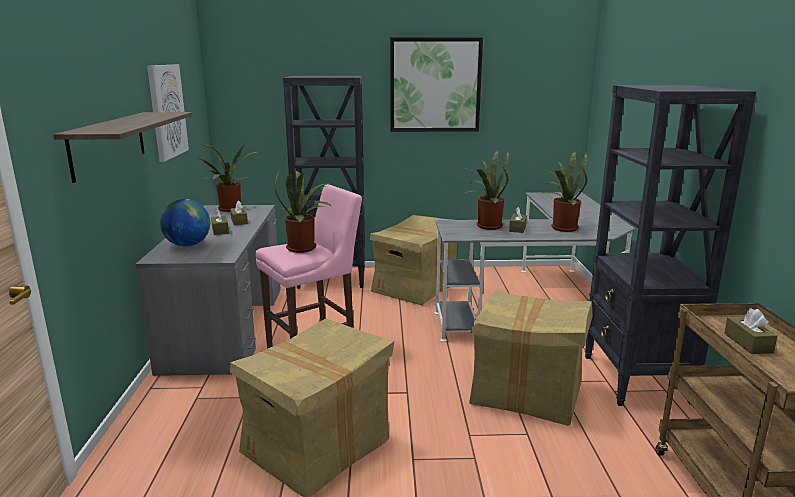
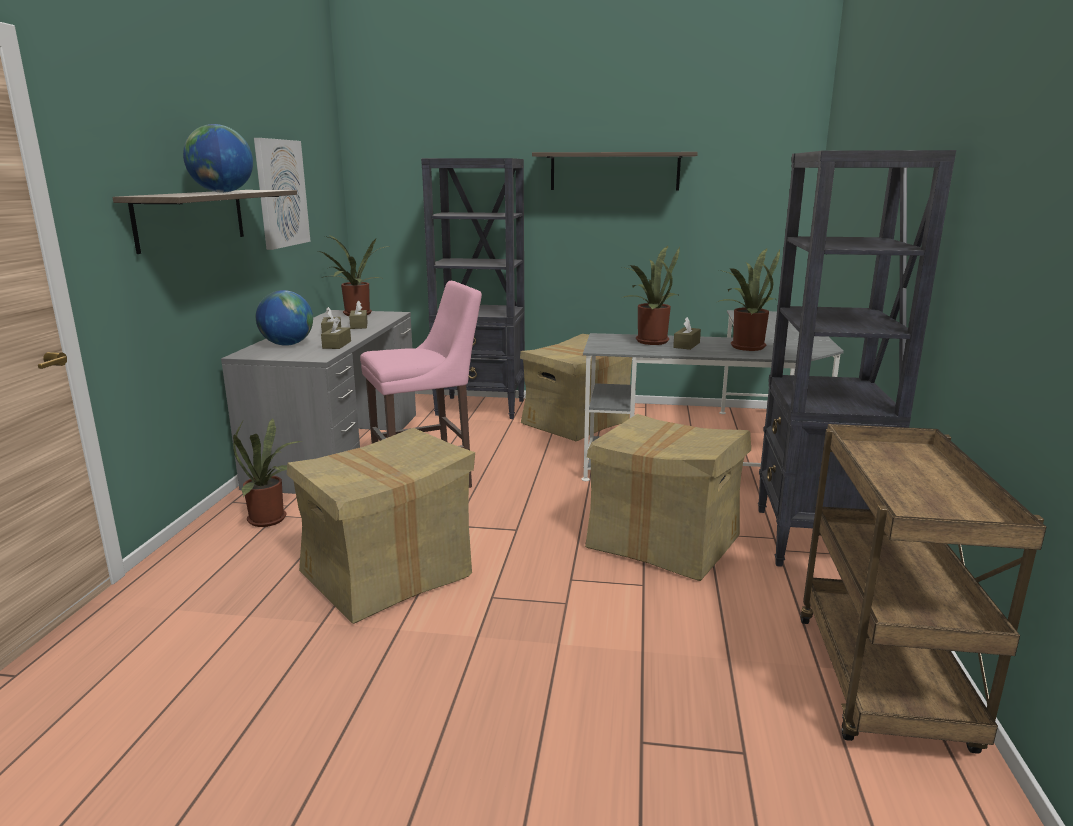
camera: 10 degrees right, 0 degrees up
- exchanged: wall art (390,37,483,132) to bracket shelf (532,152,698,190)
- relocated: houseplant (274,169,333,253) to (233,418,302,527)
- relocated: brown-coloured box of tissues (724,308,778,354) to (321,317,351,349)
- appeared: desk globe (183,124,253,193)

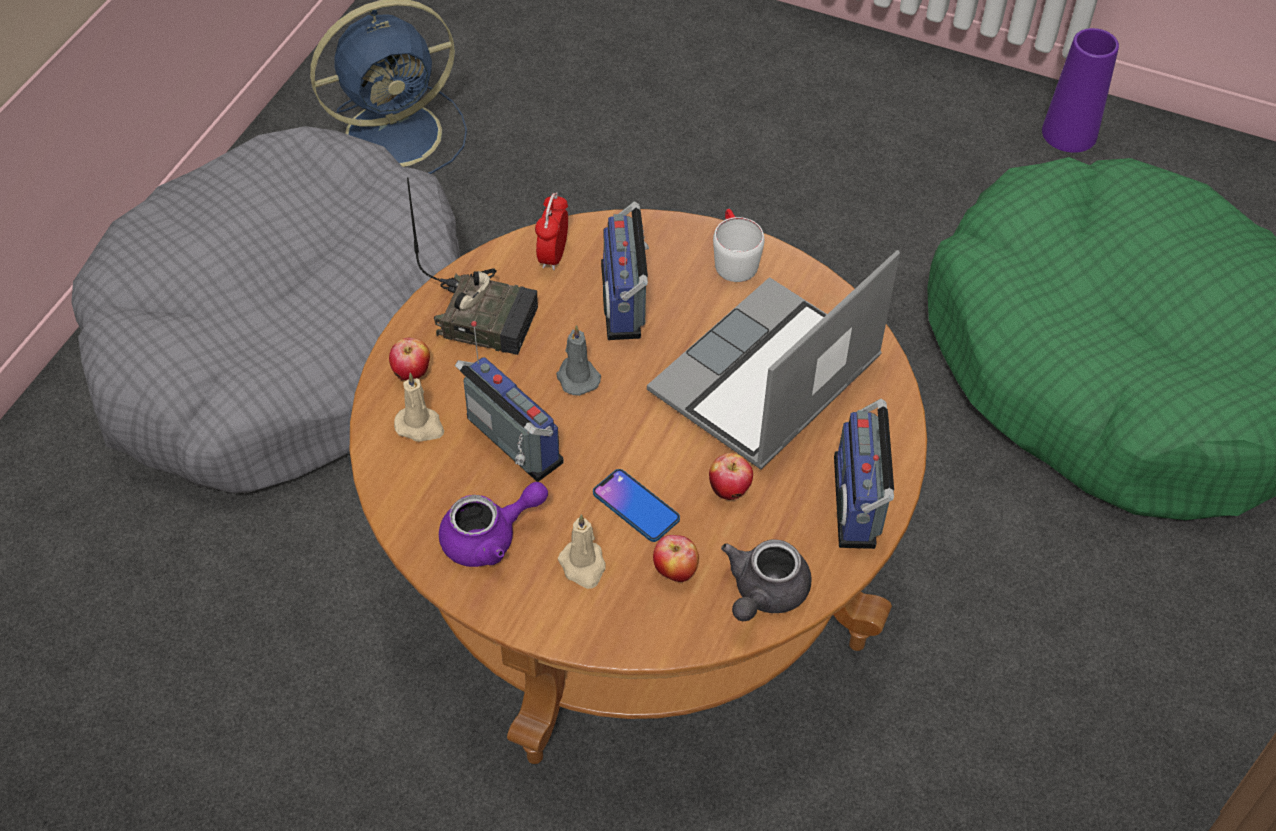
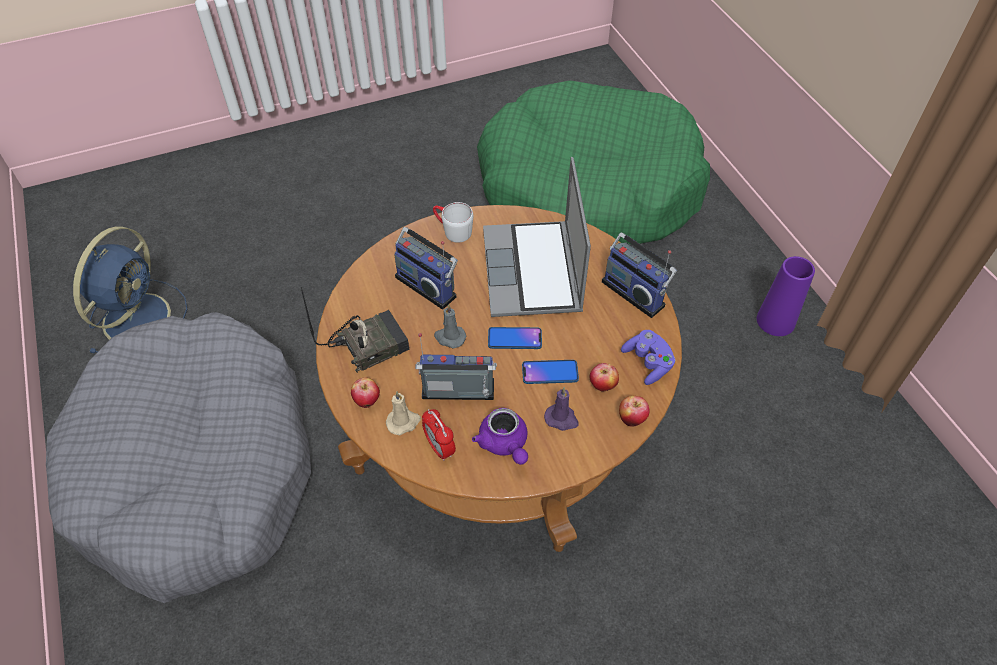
camera: 45 degrees left, 0 degrees up
- relocated: purple-coloured vase (1042,28,1119,153) to (757,256,815,336)
- relocated: bedside clock (535,192,568,270) to (422,409,456,461)
- relocated: apple (709,453,753,500) to (619,396,650,427)
- spun: purple-coloured tea pot (439,482,548,567) = (472,408,528,465) 135 degrees clockwise
- colour: sand-coloured wax candle (558,514,605,589) to purple-coloured wax candle (544,387,579,431)
- exchanged: gray tea pot (721,539,811,621) to purple-coloured gamepad (621,330,675,385)
- appeared: telephone (488,327,542,349)

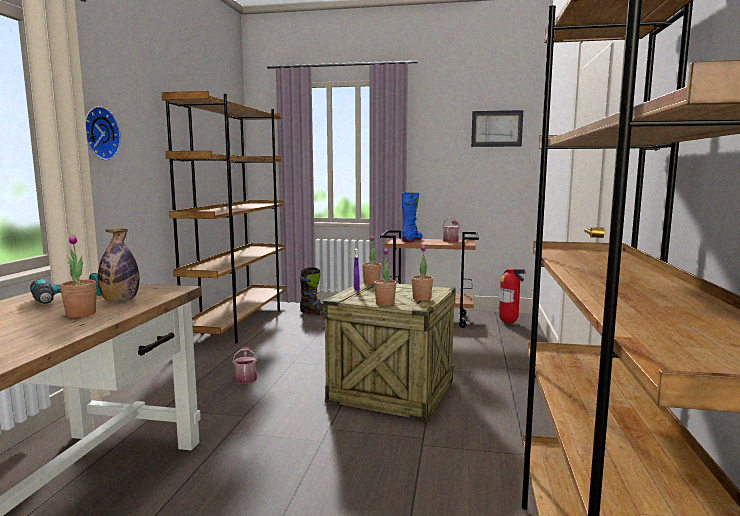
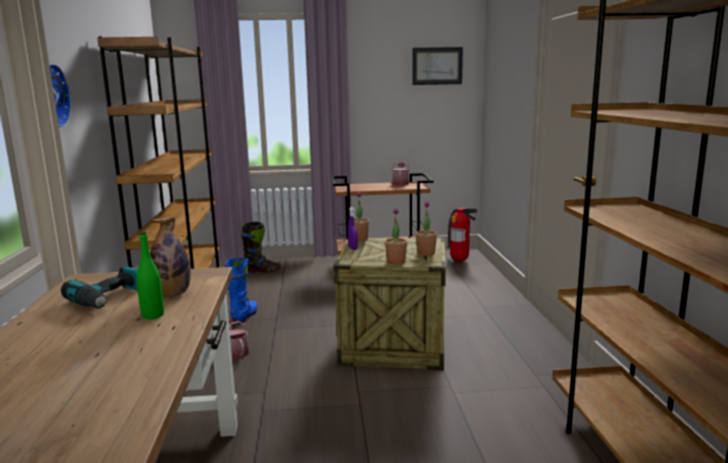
camera: 15 degrees left, 5 degrees up
- relocated: bluish high-top boot (402,192,422,242) to (225,257,258,323)
- exchanged: houseplant (60,234,97,318) to greenish drink bottle (137,232,164,319)

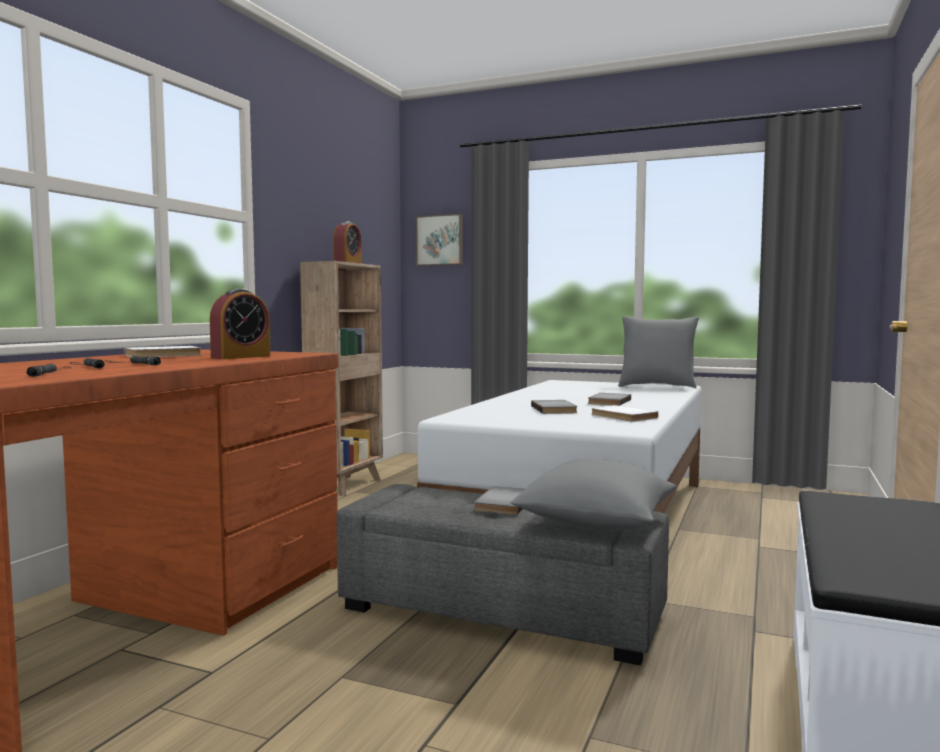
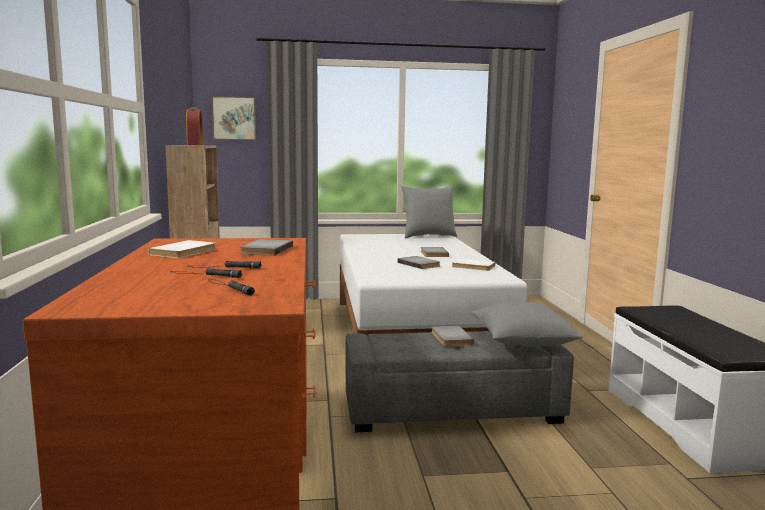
camera: 30 degrees left, 5 degrees up
- exchanged: bedside clock (210,289,271,359) to gray book (240,239,293,256)

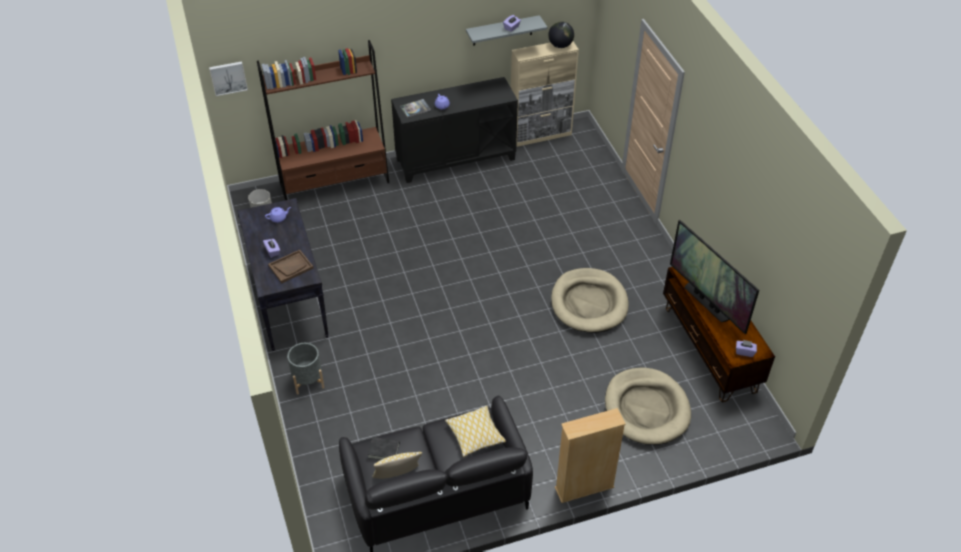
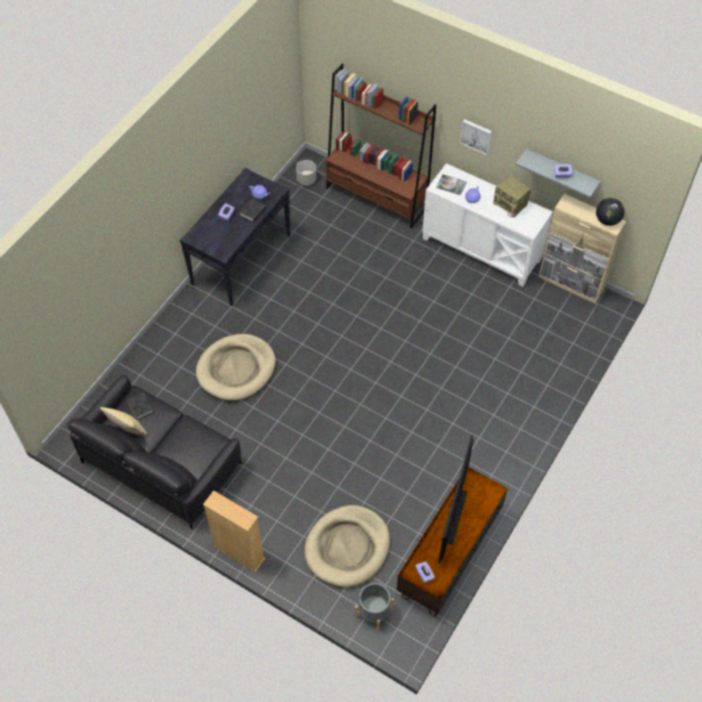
camera: 50 degrees right, 10 degrees up
- relocated: wall art (209,61,248,96) to (460,119,492,155)
- colour: black-coloured storage cabinet (391,77,518,183) to white-coloured storage cabinet (422,163,553,287)
- missing: brown-coloured carrying tray (268,250,314,283)
- relocated: sand-coloured dog cushion (551,268,629,333) to (196,334,276,401)
- relocated: gray plant pot (287,343,325,395) to (355,583,394,631)
- missing: cushion (445,406,506,457)
- appeared: radio (493,175,531,217)
- appeared: black-coloured book (240,198,266,222)

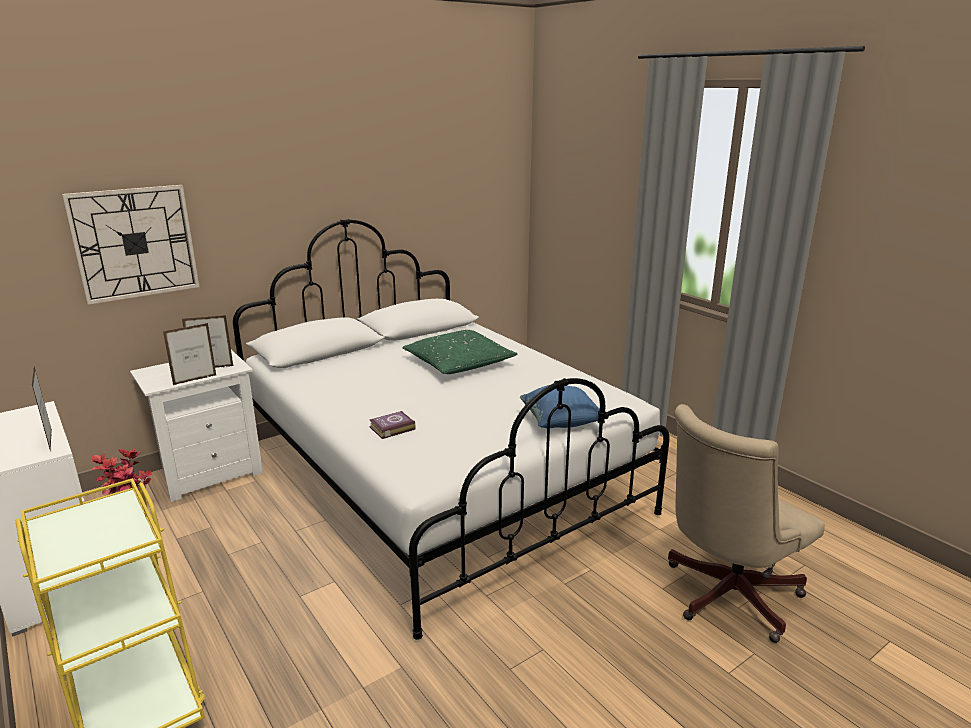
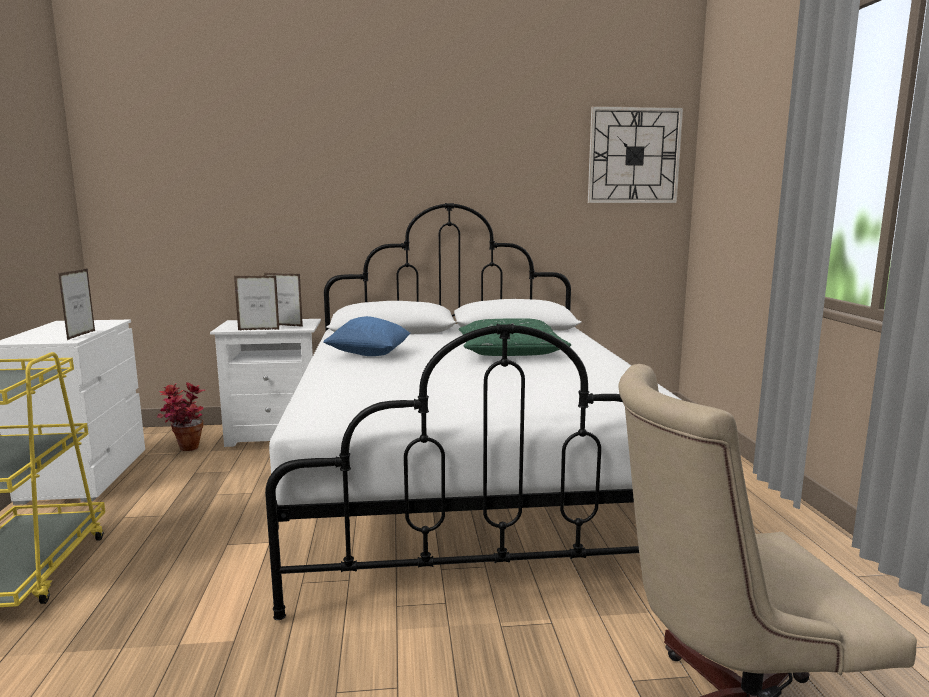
camera: 30 degrees right, 10 degrees down
- relocated: clock on the wall (62,185,199,305) to (588,106,683,203)
- relocated: bluish cushion (520,385,600,428) to (323,316,410,356)
- missing: book (370,411,415,439)

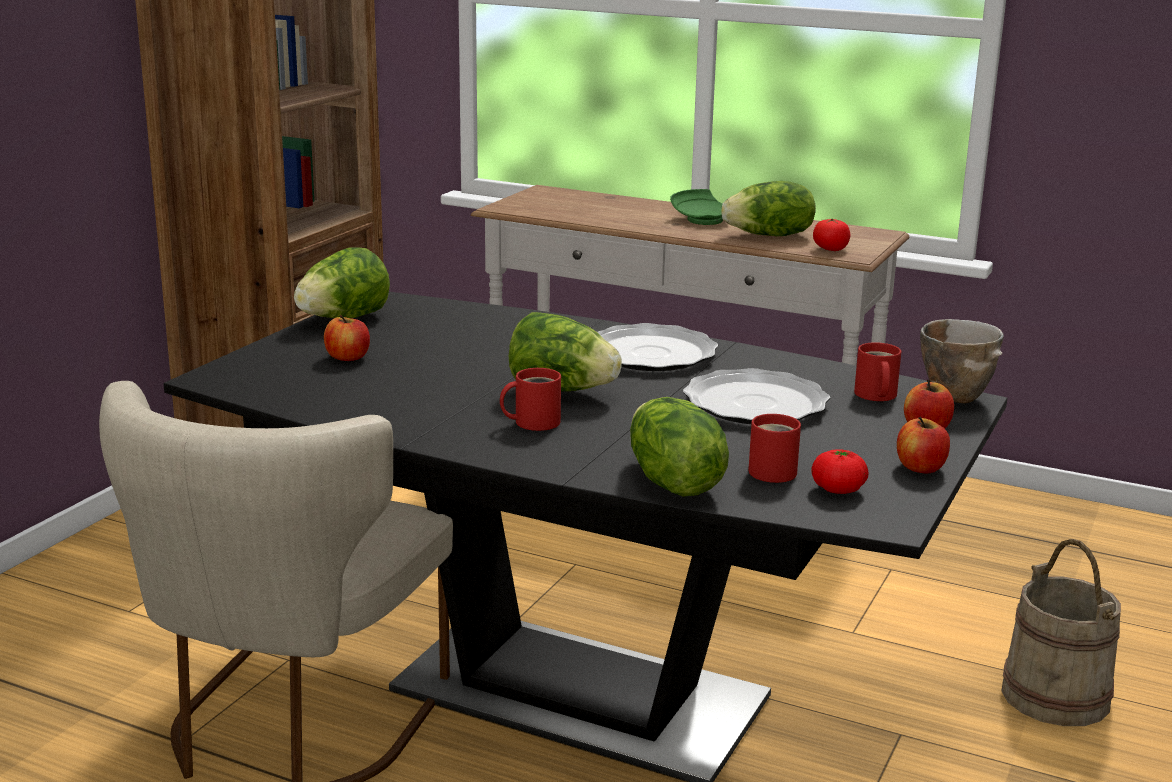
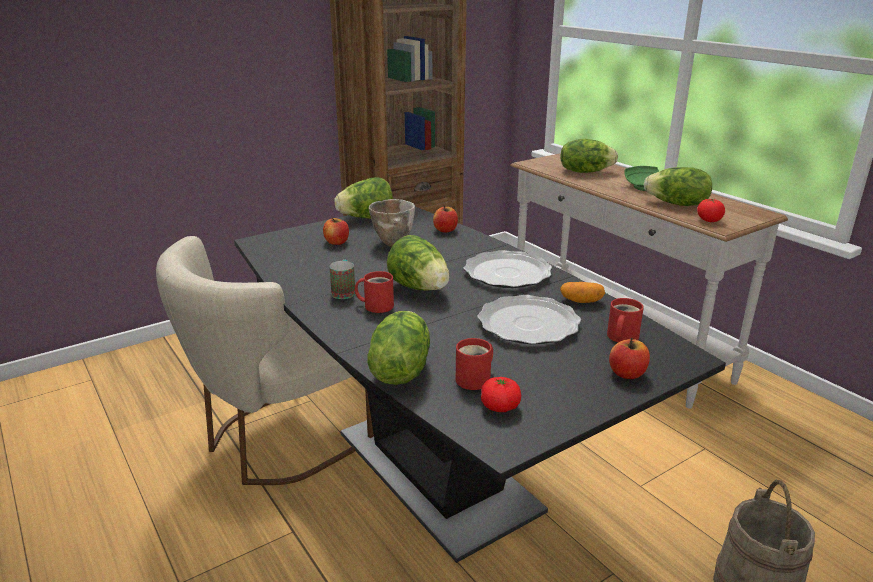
camera: 30 degrees right, 5 degrees up
- relocated: deep dish (920,319,1004,404) to (369,199,415,247)
- relocated: apple (897,417,950,473) to (433,205,458,233)
- appeared: lettuce (561,139,618,173)
- appeared: coffee mug (329,260,355,299)
- appeared: spud (560,282,605,303)

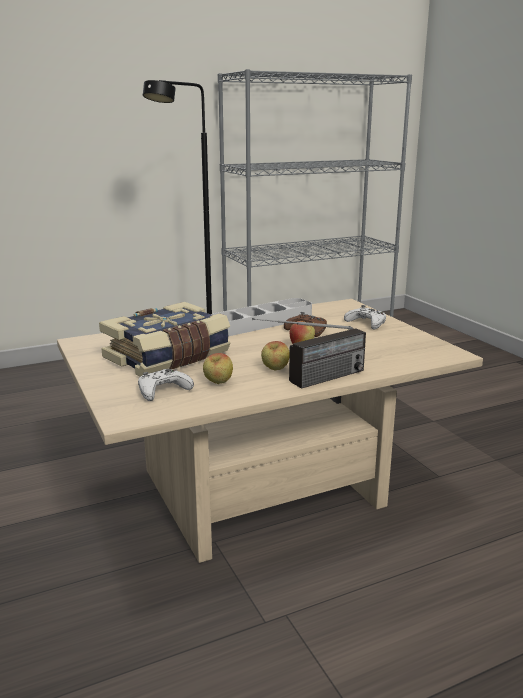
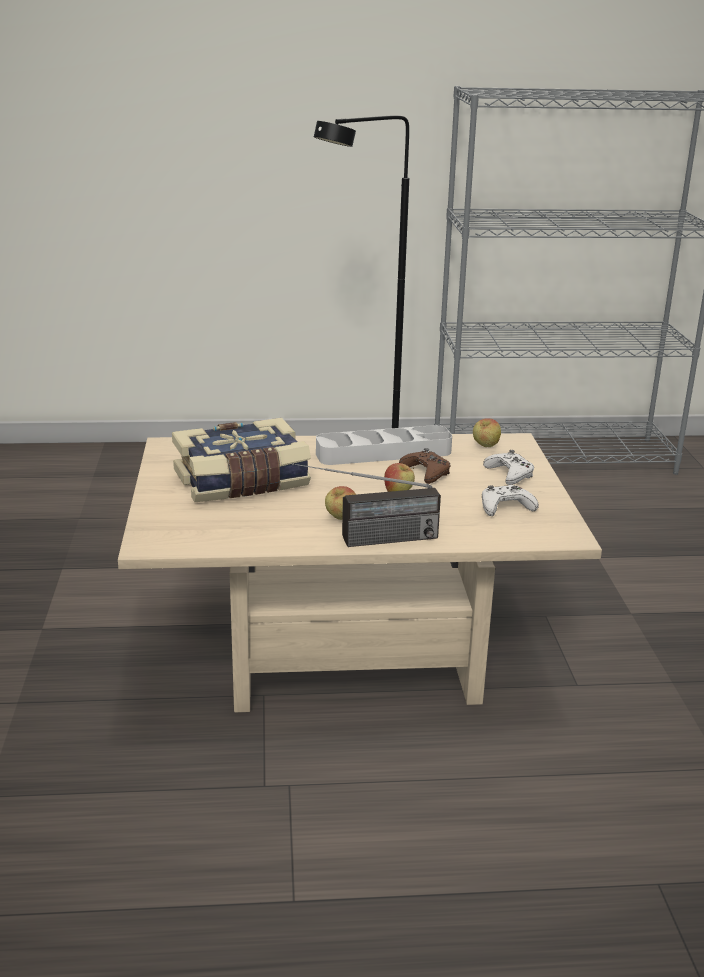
camera: 20 degrees right, 5 degrees up
- relocated: apple (203,353,233,384) to (473,418,501,447)
- relocated: white-coloured gamepad (138,369,194,401) to (482,485,539,516)

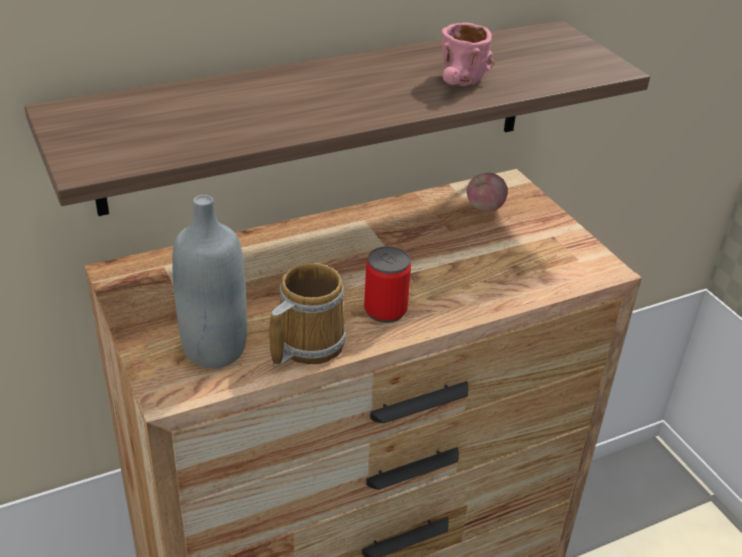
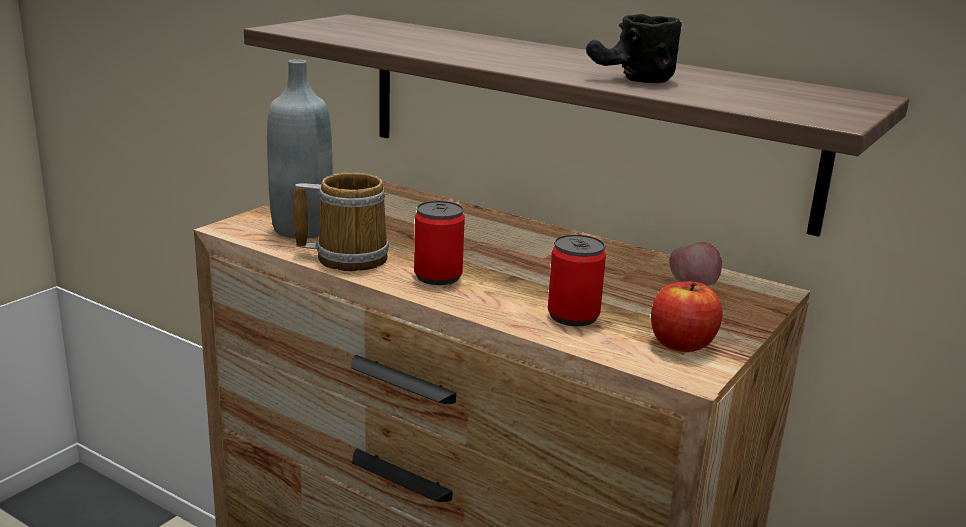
camera: 60 degrees right, 15 degrees down
- colour: pink-coloured coffee mug (442,23,495,86) to black-coloured coffee mug (586,14,682,83)
- appeared: sealed can (548,234,606,326)
- appeared: apple (651,281,722,352)

